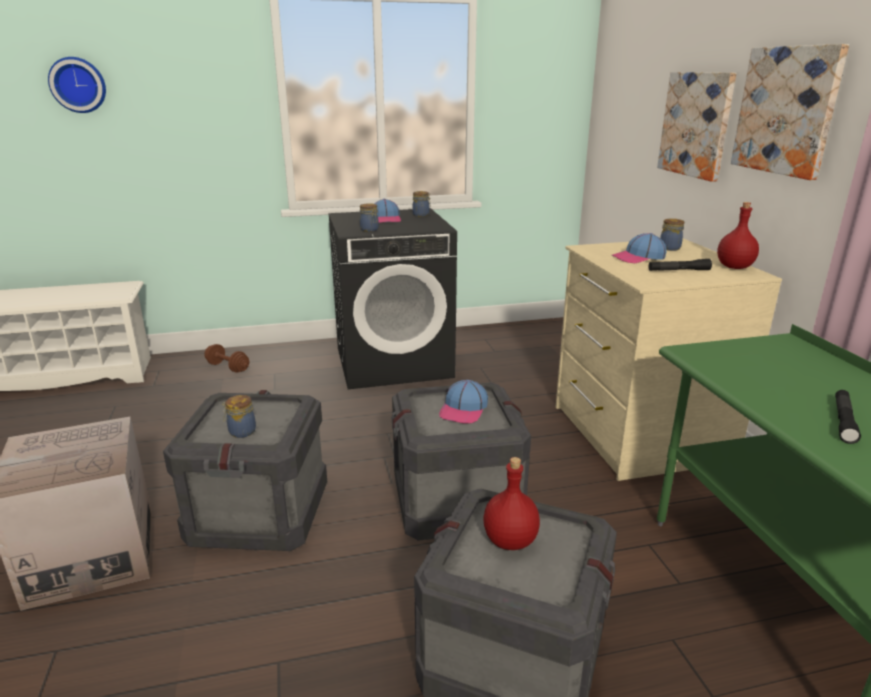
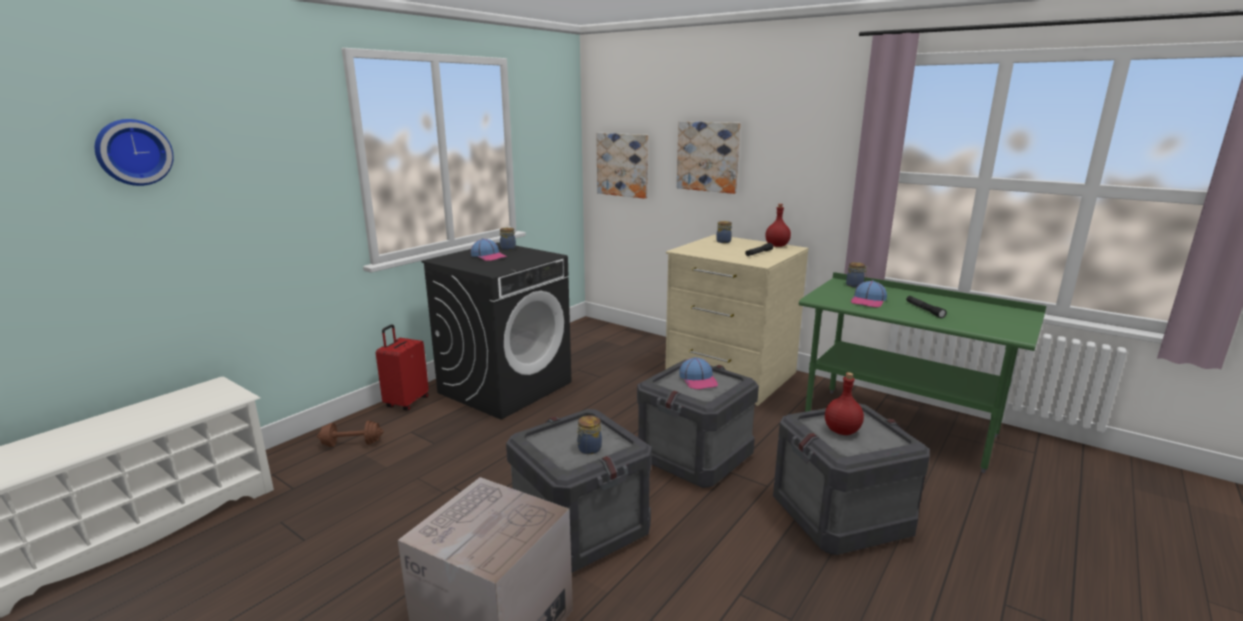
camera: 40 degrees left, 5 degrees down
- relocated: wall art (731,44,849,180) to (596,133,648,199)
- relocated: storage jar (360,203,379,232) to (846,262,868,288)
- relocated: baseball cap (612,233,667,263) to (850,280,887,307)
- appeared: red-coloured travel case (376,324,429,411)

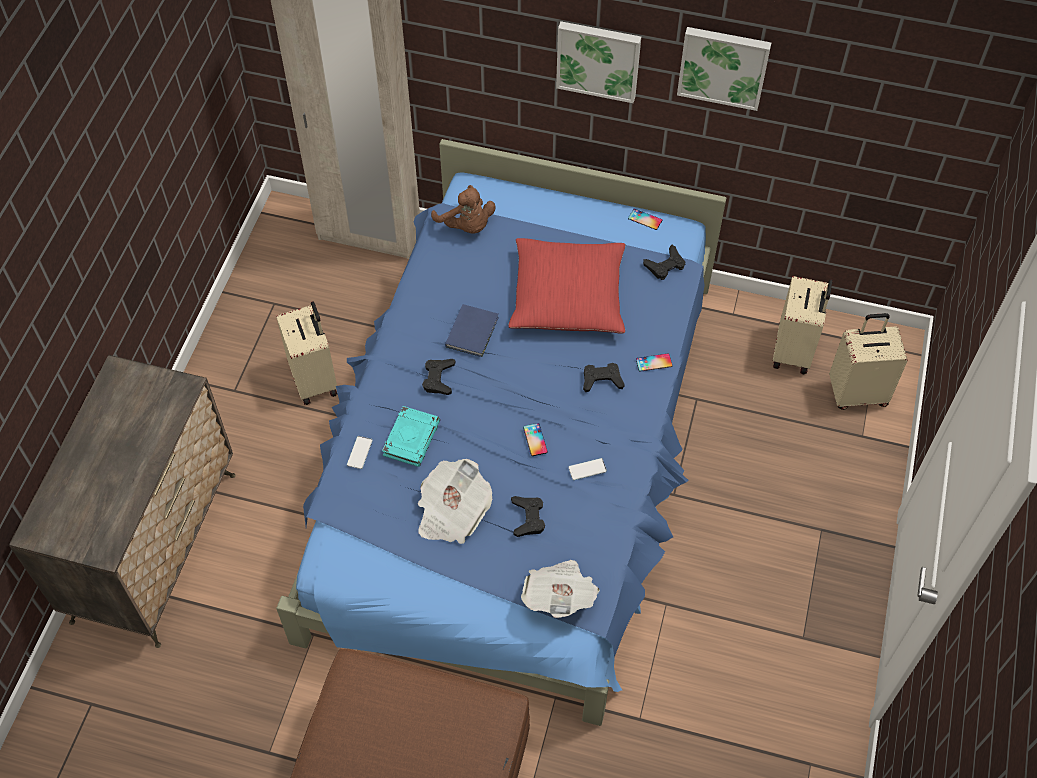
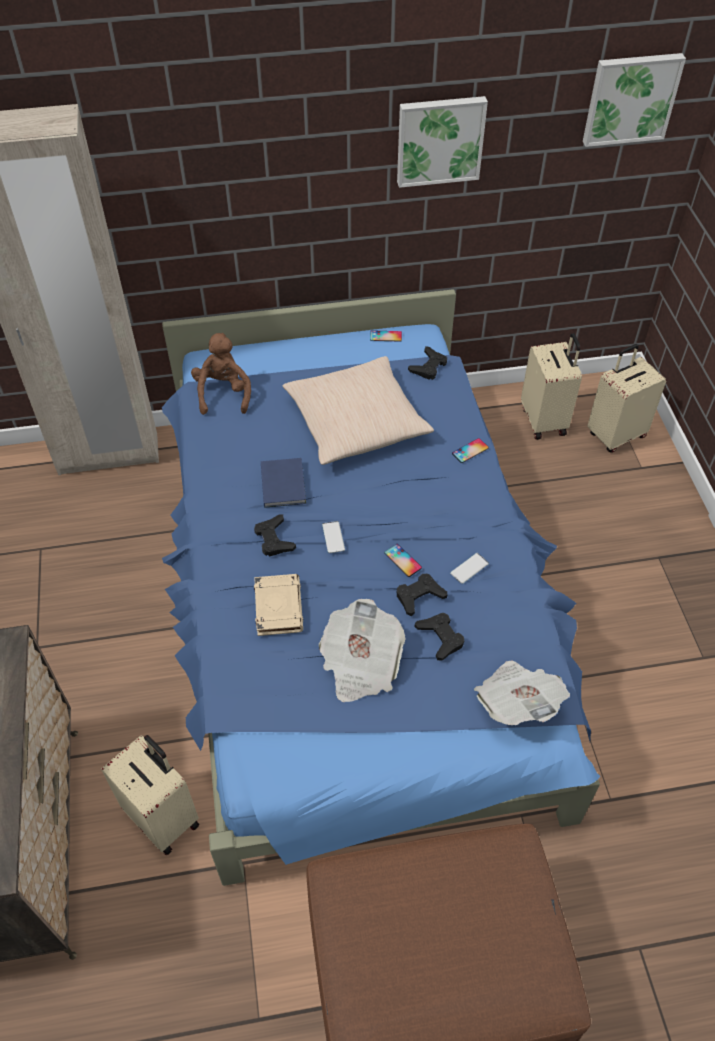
camera: 25 degrees left, 5 degrees down
- relocated: wall art (556,21,641,103) to (583,53,686,147)
- spun: brown-coloured cuddly toy (431,185,496,233) = (191,333,251,415) 120 degrees counterclockwise
- colour: red-coloured cushion (508,238,625,334) to sand-coloured cushion (282,356,434,465)
- relocated: sand-coloured travel case (276,302,337,405) to (101,735,199,855)
- relocated: black-coloured gamepad (583,363,625,392) to (397,574,447,616)
- colour: turquoise-coloured book (382,406,440,467) to sand-coloured book (254,574,303,636)
- relocated: telephone (347,436,373,469) to (322,521,345,553)

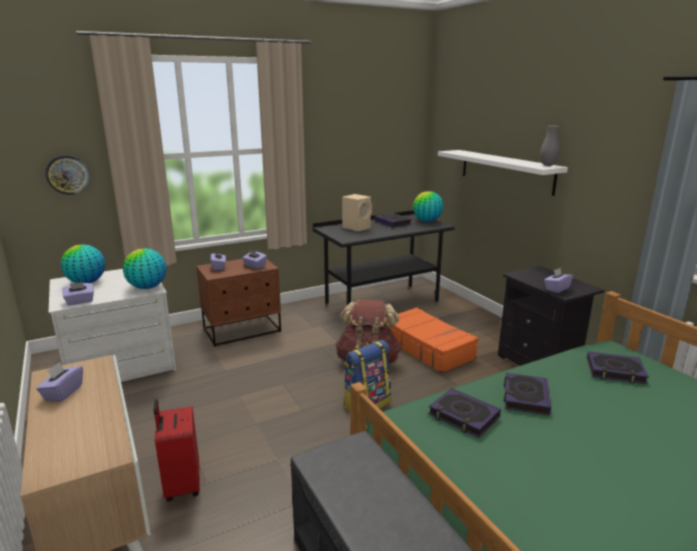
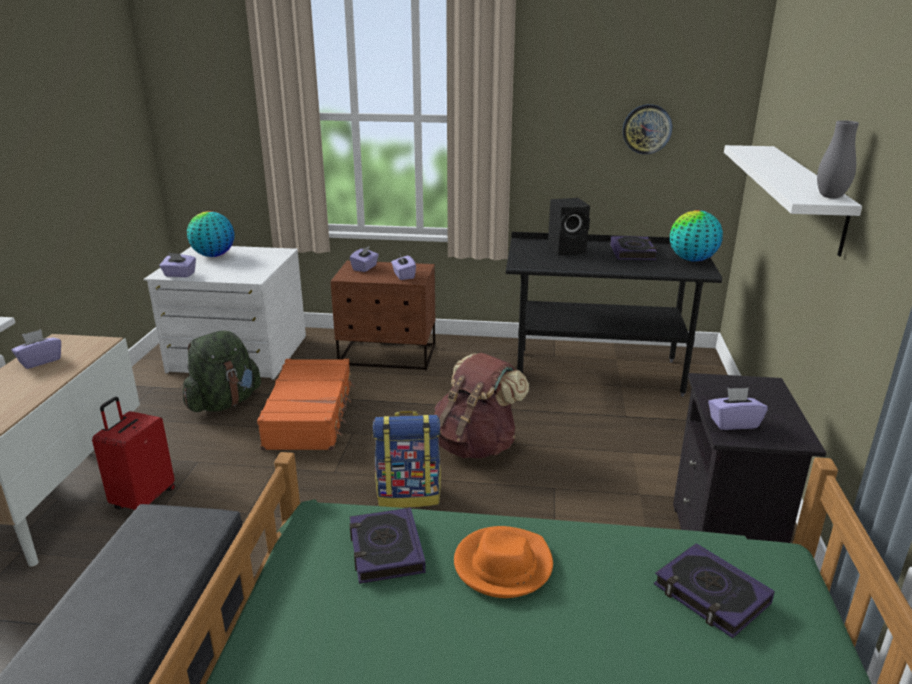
camera: 35 degrees right, 5 degrees up
- relocated: clock on the wall (45,155,90,195) to (623,104,672,154)
- colour: sand-coloured audio speaker (342,194,372,231) to black-coloured audio speaker (548,198,590,255)
- missing: desk globe (123,248,167,289)
- relocated: orangey travel case (391,307,479,373) to (257,359,355,450)
- exchanged: book (504,373,551,416) to orangey hat (454,526,553,598)
- appeared: greenish knapsack (183,330,261,412)

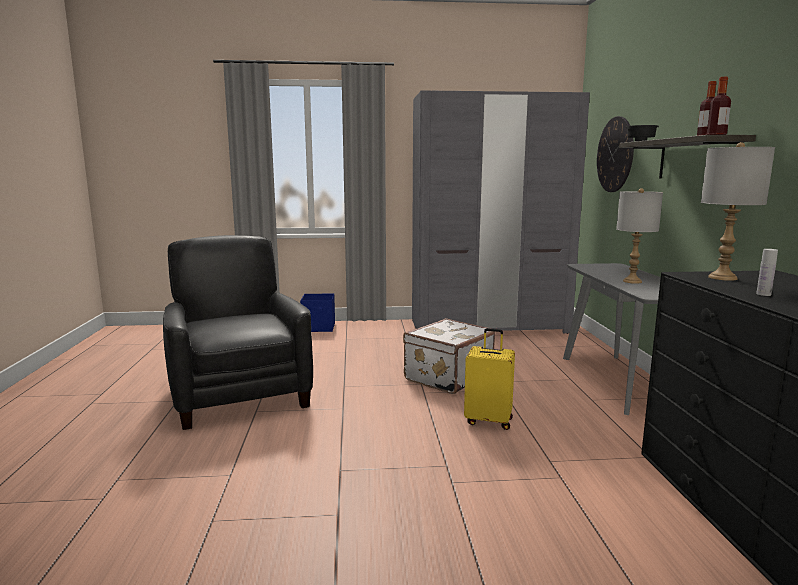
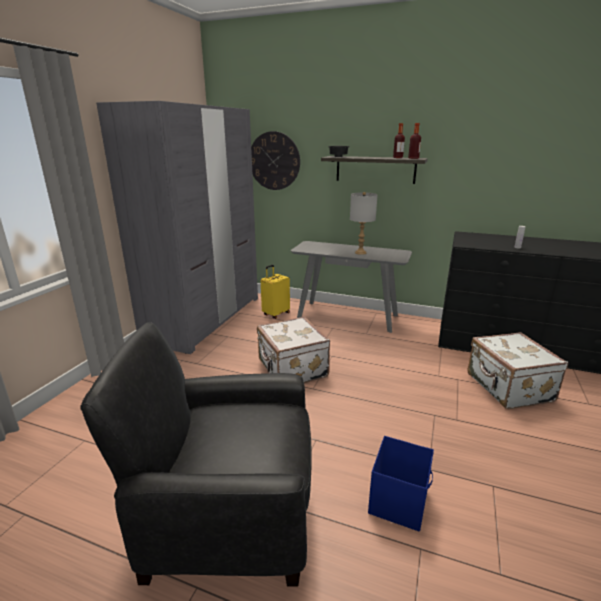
camera: 65 degrees left, 10 degrees up
- missing: gray lamp for a table (701,142,775,281)
- relocated: bluish storage container (300,293,335,332) to (368,436,434,531)
- relocated: yellow travel case (464,328,515,430) to (261,265,290,319)
- appeared: white-coloured travel case (468,332,568,409)

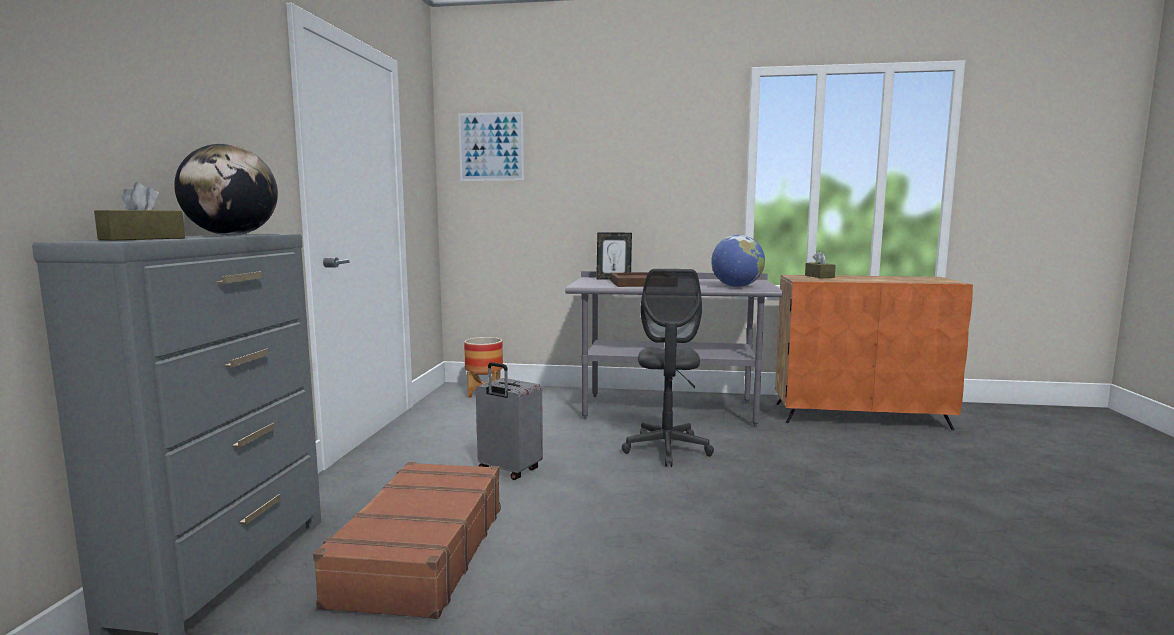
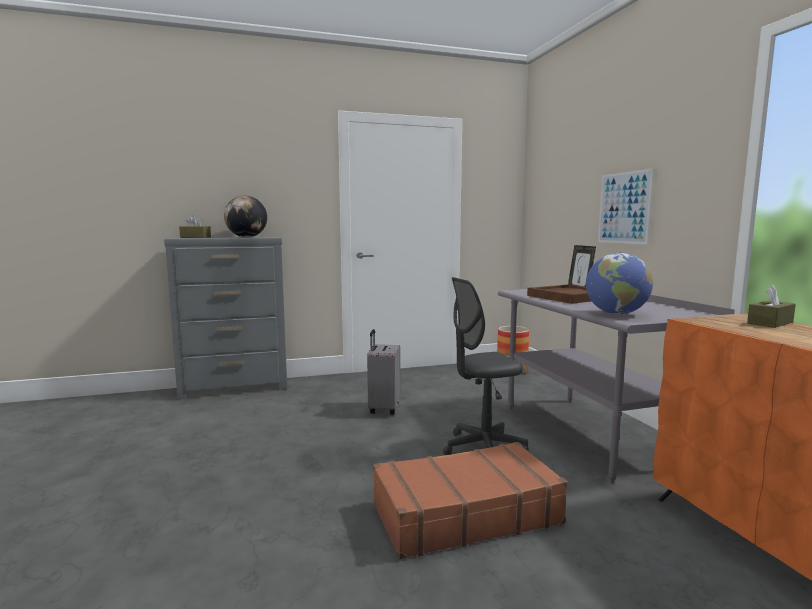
camera: 65 degrees right, 0 degrees up
- relocated: wall art (458,112,524,181) to (598,168,654,245)
- relocated: brown-coloured travel case (313,462,501,619) to (373,442,568,559)

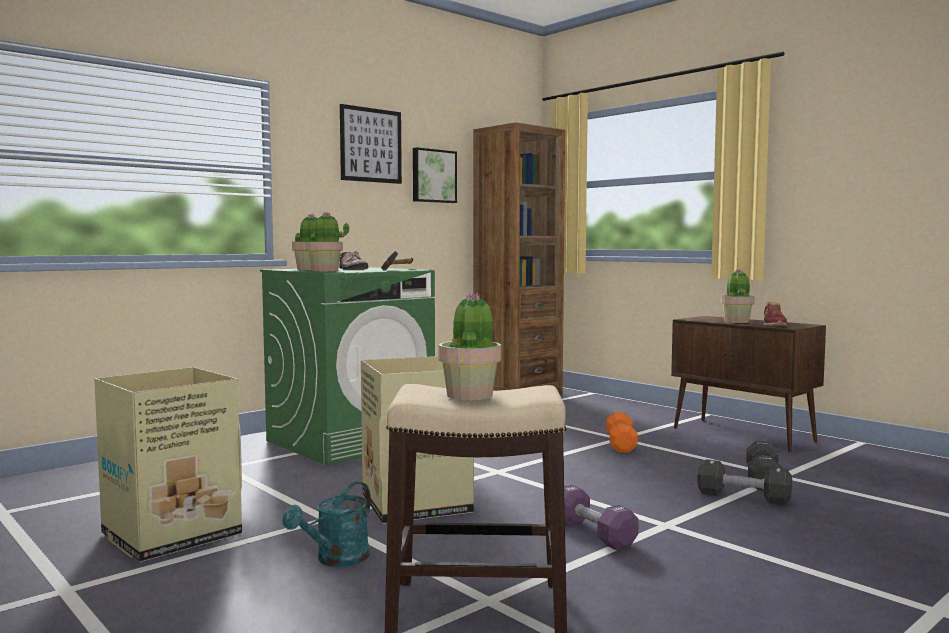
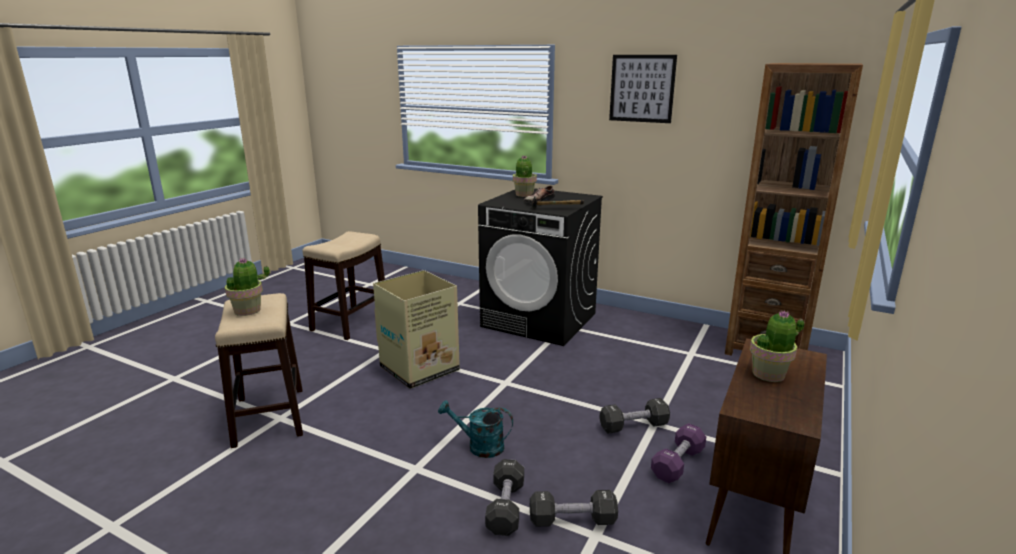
camera: 70 degrees right, 15 degrees up
- missing: wall art (413,147,457,203)
- missing: houseplant (306,212,349,272)
- colour: greenish laundry appliance (260,267,435,465) to black-coloured laundry appliance (478,188,603,346)
- missing: item of footwear (764,302,787,326)
- exchanged: cardboard box (94,367,242,562) to stool (303,231,385,340)
- colour: orangey hand weight (606,412,638,452) to black-coloured hand weight (599,398,670,434)
- relocated: turquoise-coloured watering pot (282,482,371,567) to (438,400,513,458)
- relocated: purple-coloured hand weight (564,485,639,551) to (651,423,706,483)

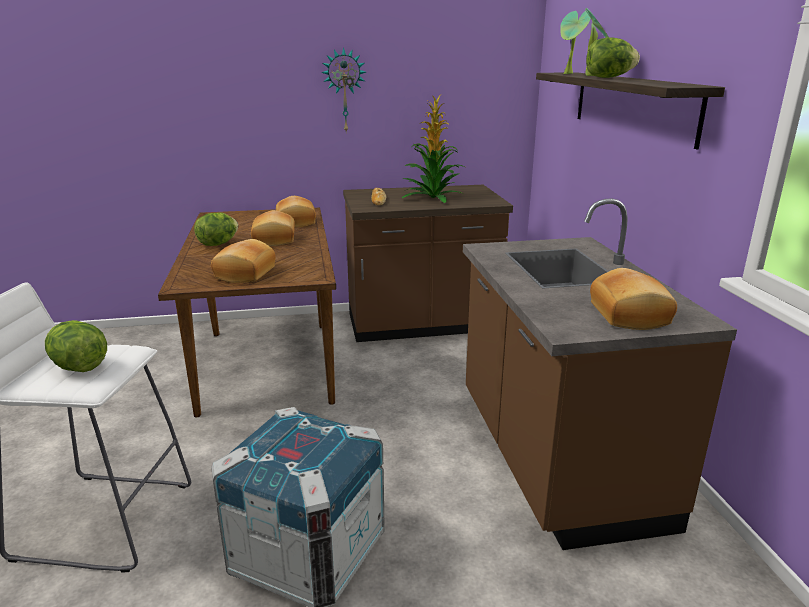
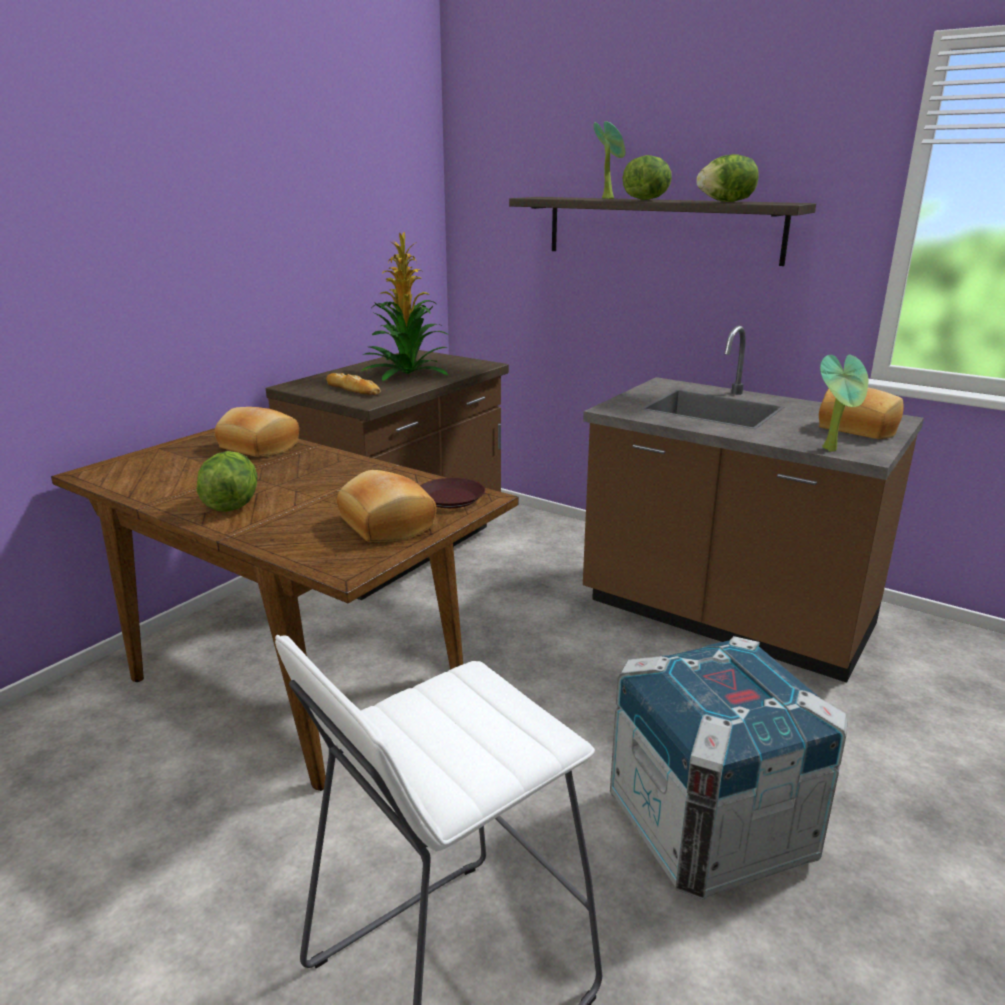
camera: 45 degrees left, 0 degrees up
- relocated: houseplant (560,11,591,74) to (820,354,868,452)
- missing: clock on the wall (321,47,366,134)
- missing: bread (251,210,295,246)
- relocated: lettuce (45,320,107,372) to (696,154,759,202)
- appeared: brown-coloured plate (420,478,485,508)

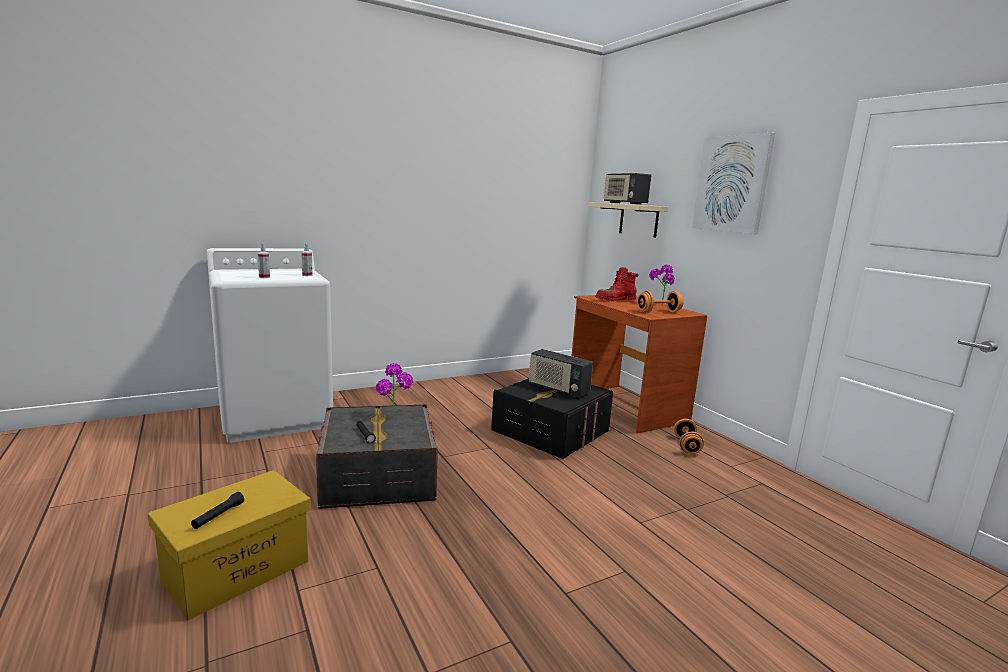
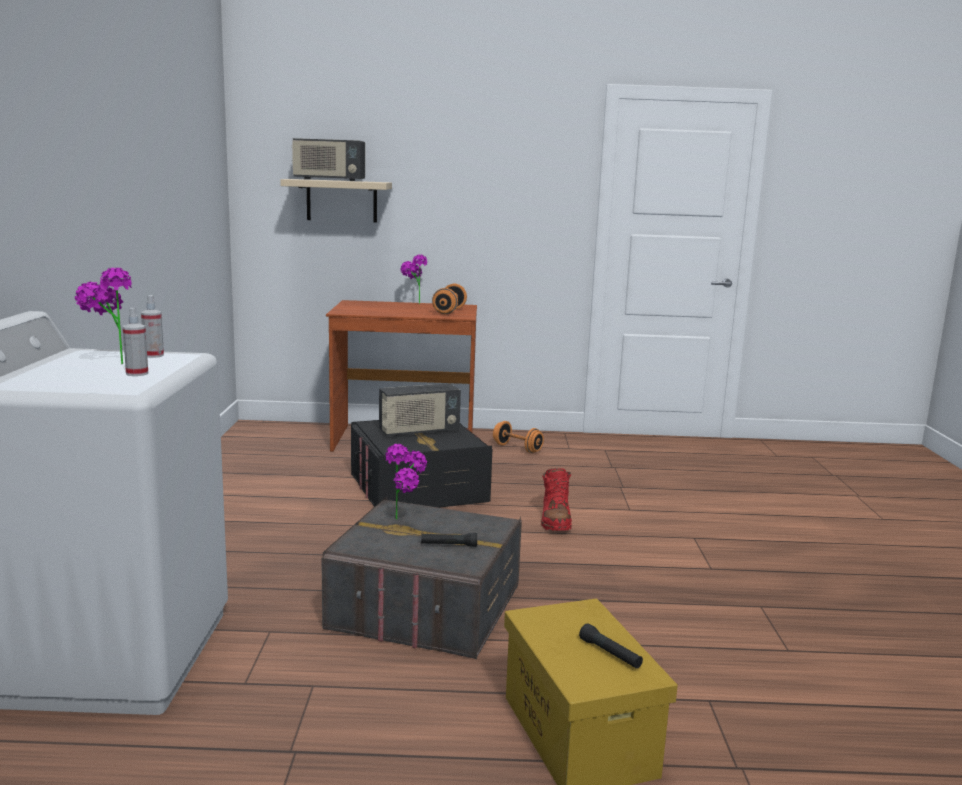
camera: 60 degrees left, 0 degrees up
- missing: wall art (692,133,775,234)
- relocated: red-coloured high-top boot (595,267,638,301) to (541,468,572,531)
- appeared: houseplant (75,268,132,364)

